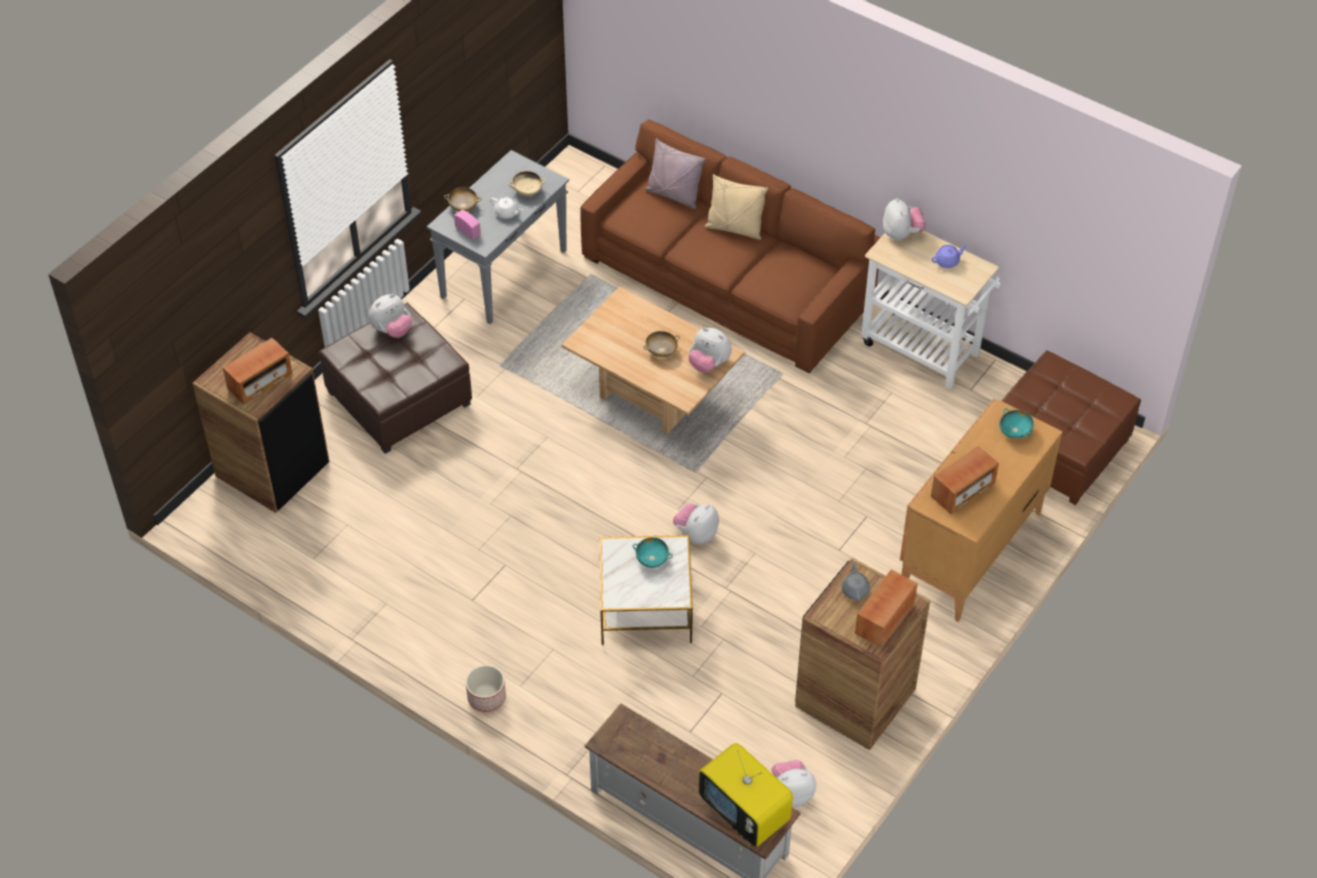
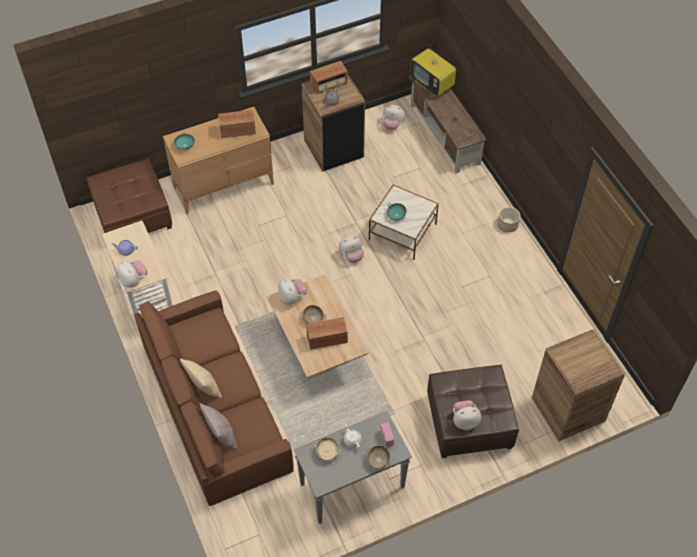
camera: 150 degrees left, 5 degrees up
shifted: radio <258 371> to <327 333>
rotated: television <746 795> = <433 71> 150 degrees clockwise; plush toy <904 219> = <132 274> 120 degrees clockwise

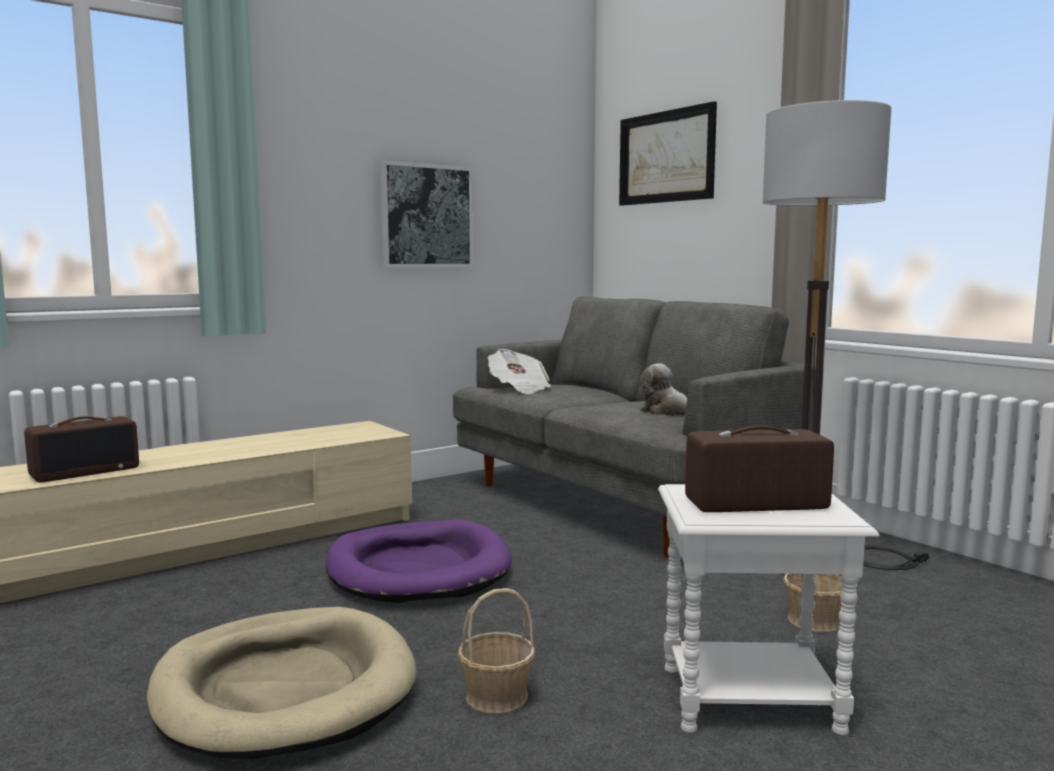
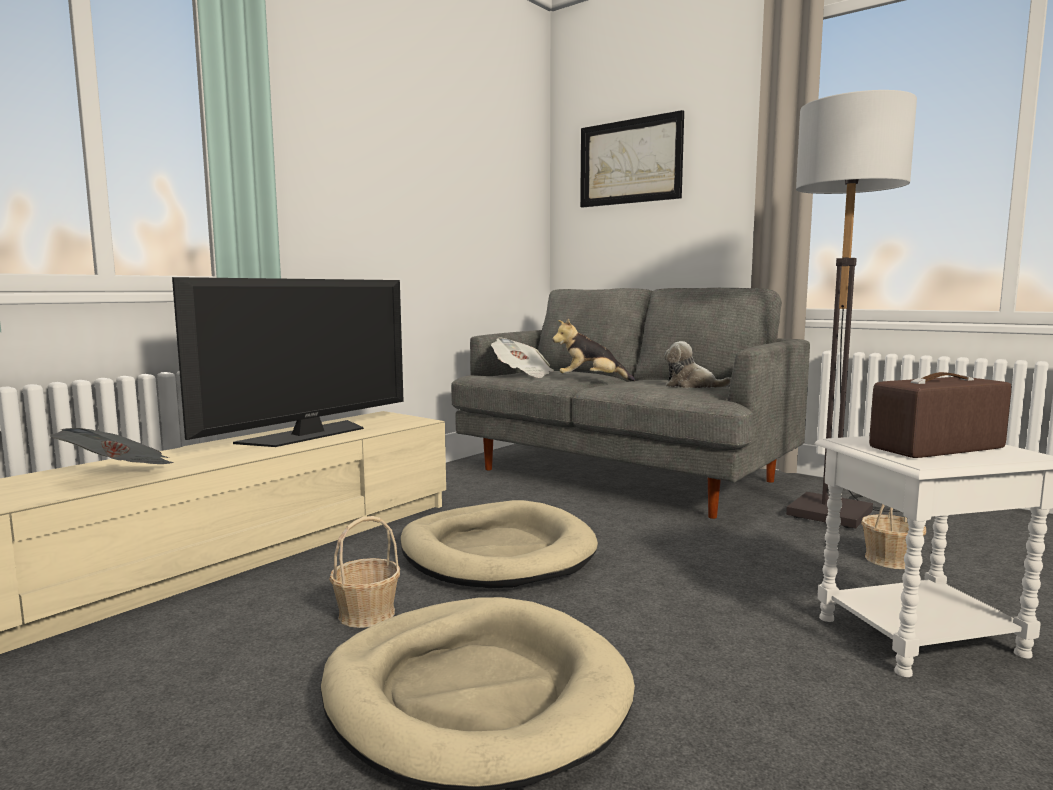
camera: 15 degrees left, 0 degrees up
gone: picture <426 213>
new: television <288 362>; plush toy <593 350>
shifted: basket <496 651> to <364 572>
swapped: radio <81 449> to newspaper <112 446>
repainted: dog bed (purple) <418 561> to dog bed (beige) <499 544>

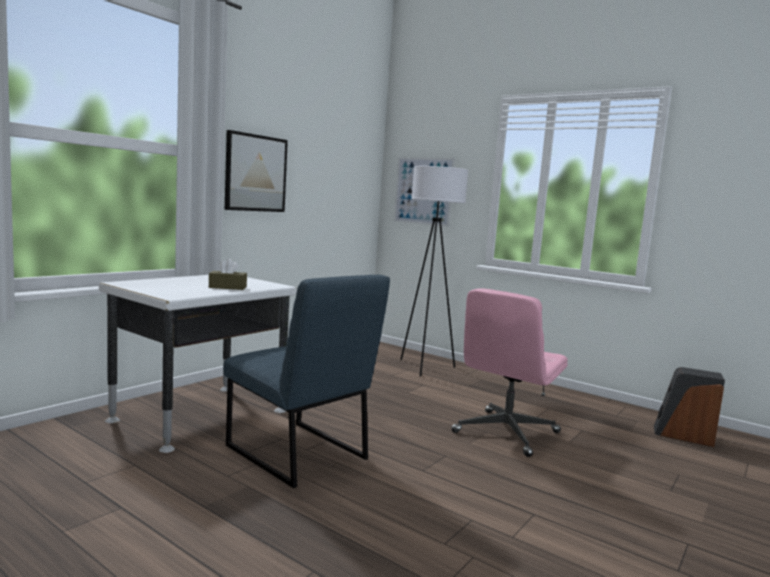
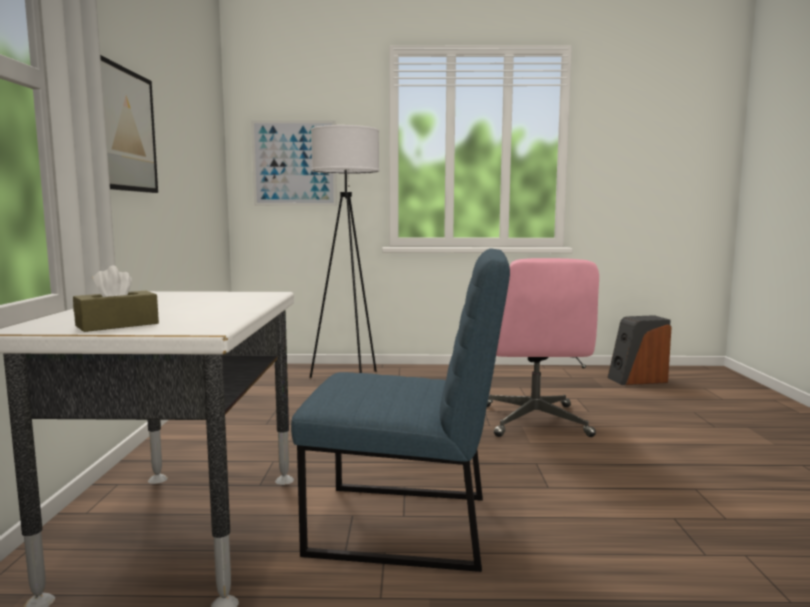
camera: 35 degrees left, 0 degrees up
shifted: tissue box (brown) <228 274> to <116 298>

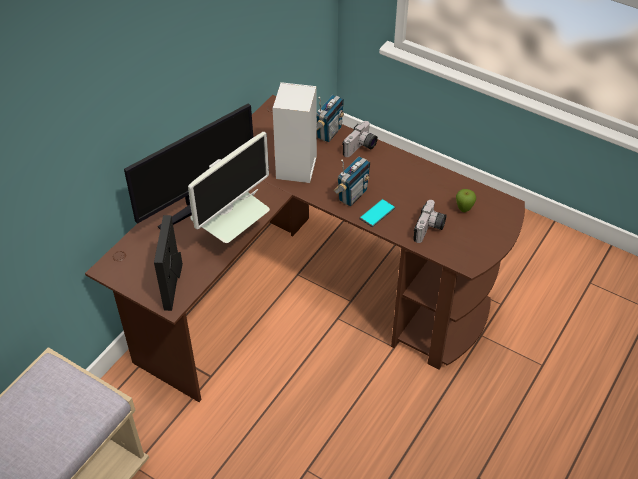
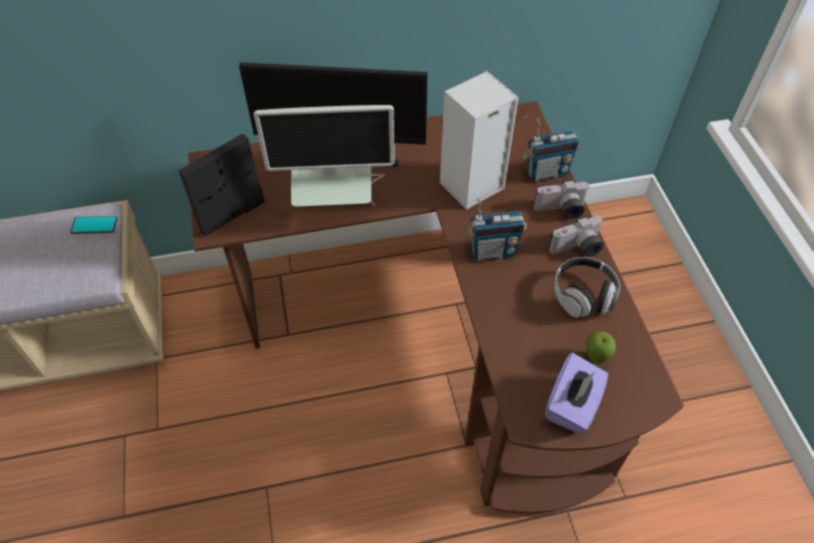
camera: 45 degrees right, 5 degrees up
new: tissue box (purple) <576 393>; headphones <587 287>
shifted: phone <377 213> to <93 225>; photo camera <429 221> to <575 236>

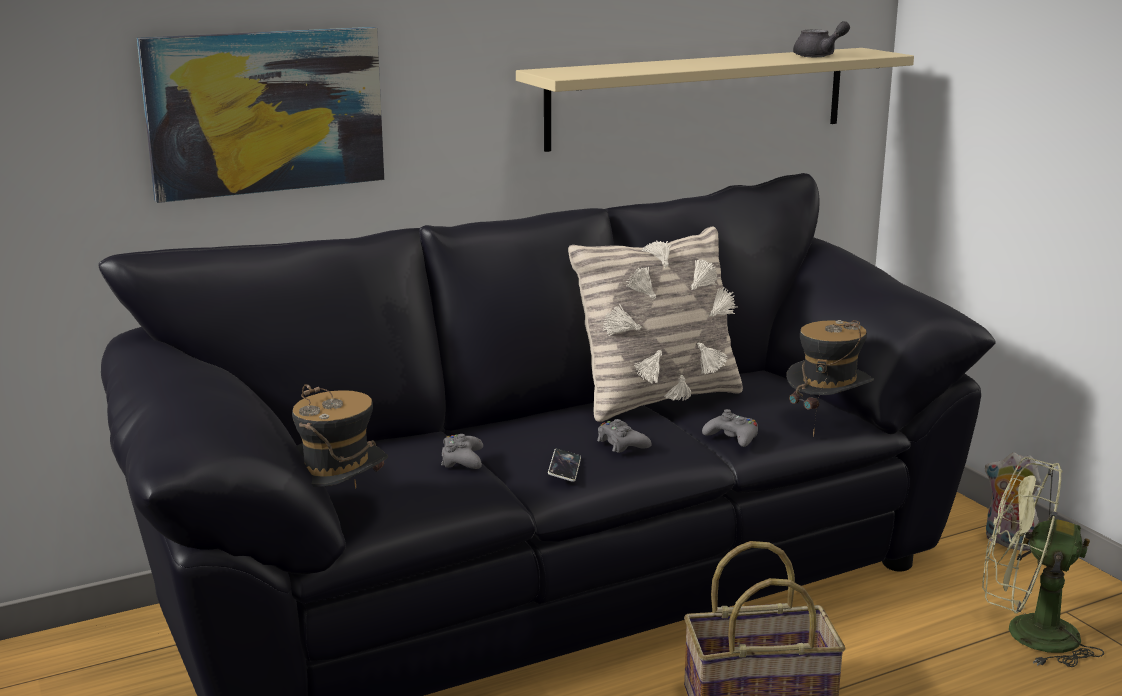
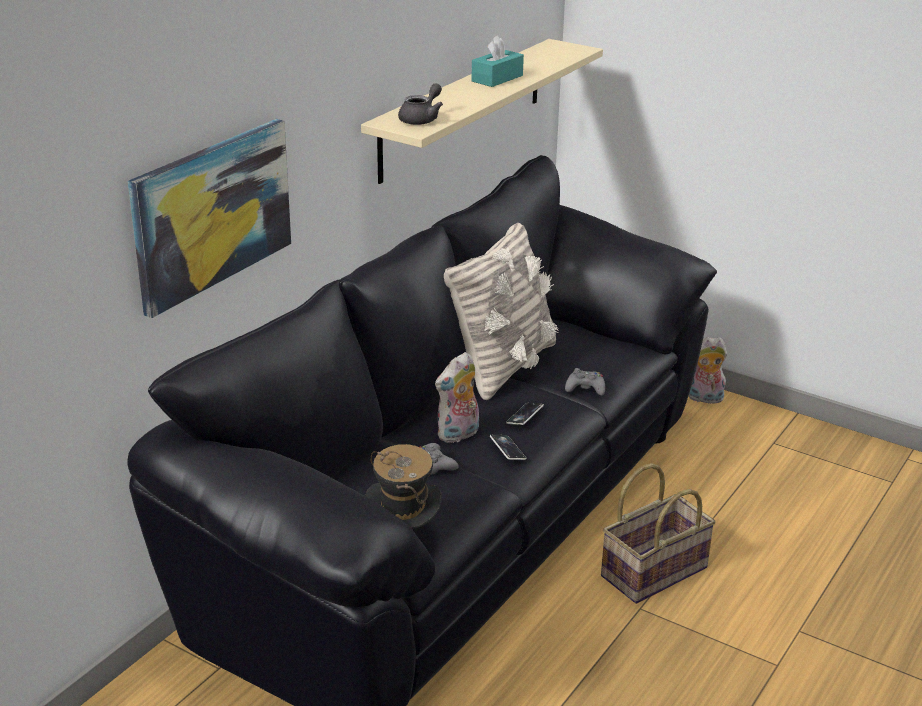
camera: 30 degrees left, 10 degrees up
gone: hat <830 378>; fan (green) <1043 562>
new: plush toy <457 397>; tissue box (turquoise) <497 61>
shifted: teapot (grey) <821 39> to <420 104>
swapped: game controller (grey) <624 436> to phone <525 414>

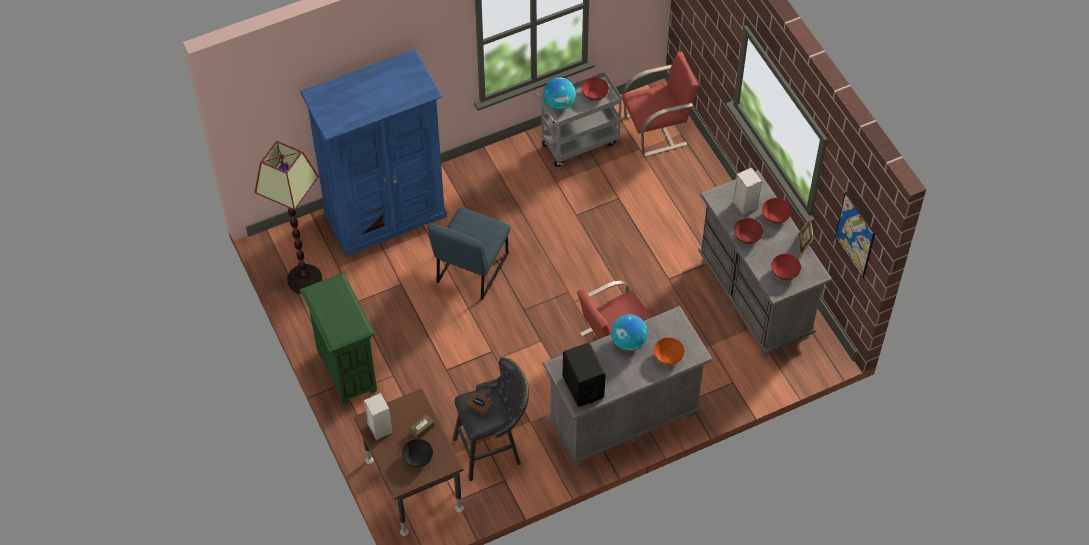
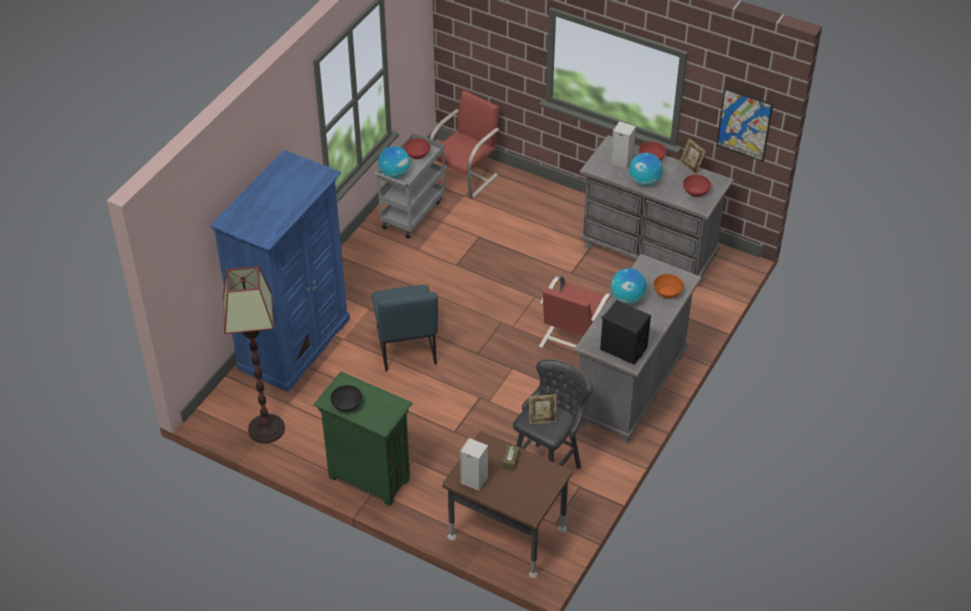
camera: 35 degrees left, 10 degrees down
shifted: bowl (black) <417 453> to <346 398>
swapped: tissue box (brown) <479 403> to picture frame <542 409>; bowl (red) <748 231> to globe <646 169>

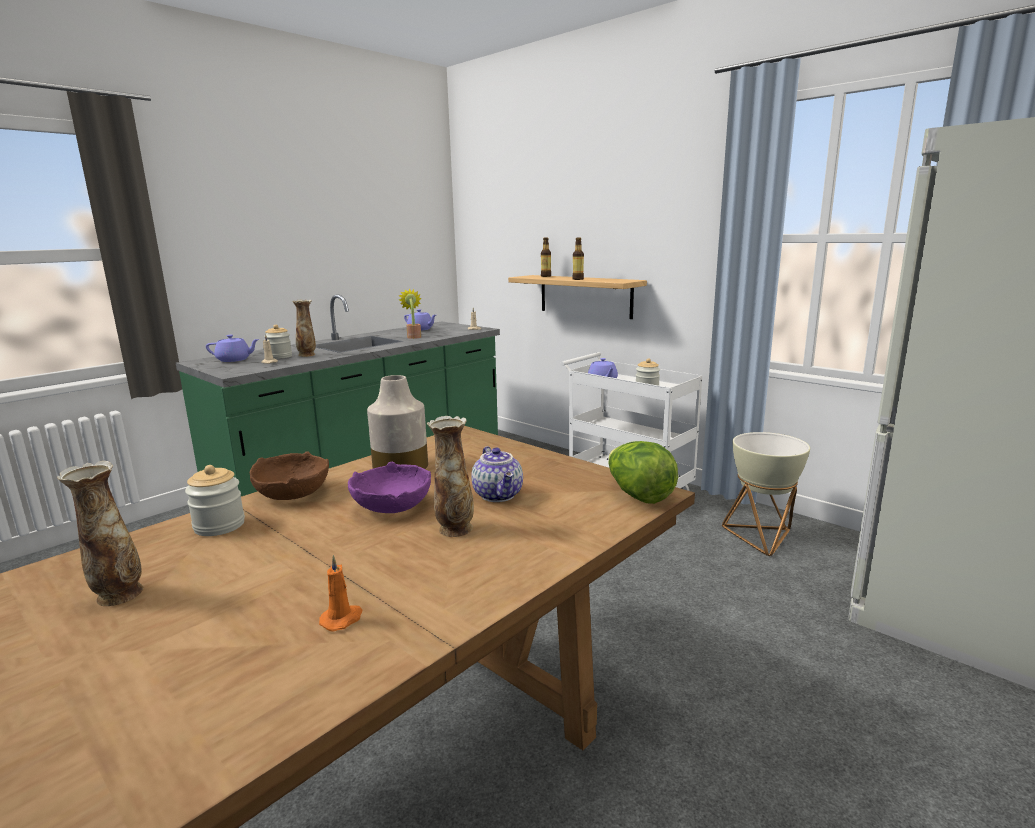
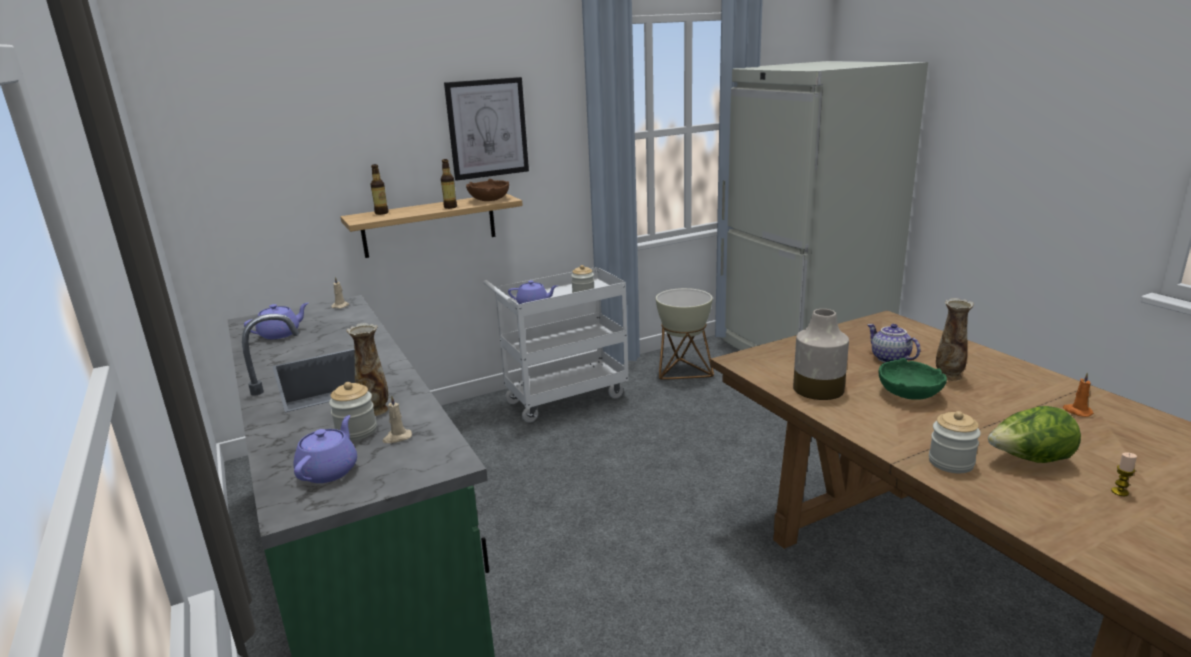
camera: 70 degrees left, 5 degrees up
gone: vase <100 533>; potted plant <410 313>
new: picture <486 129>; candle <1124 474>
shifted: bowl (brown) <289 475> to <487 190>; lettuce <643 472> to <1034 434>
repainted: bowl (purple) <389 487> to bowl (green) <912 379>
rotated: teapot <497 474> = <893 343> 120 degrees counterclockwise

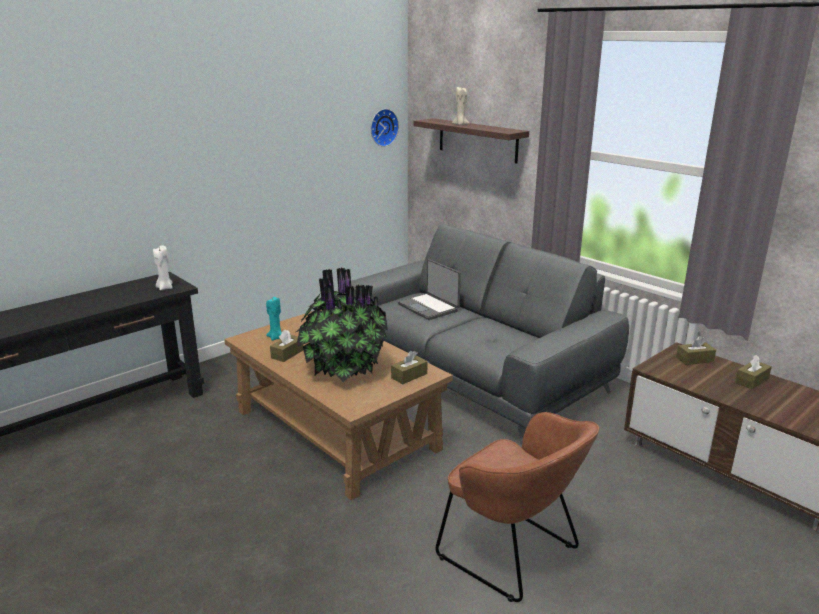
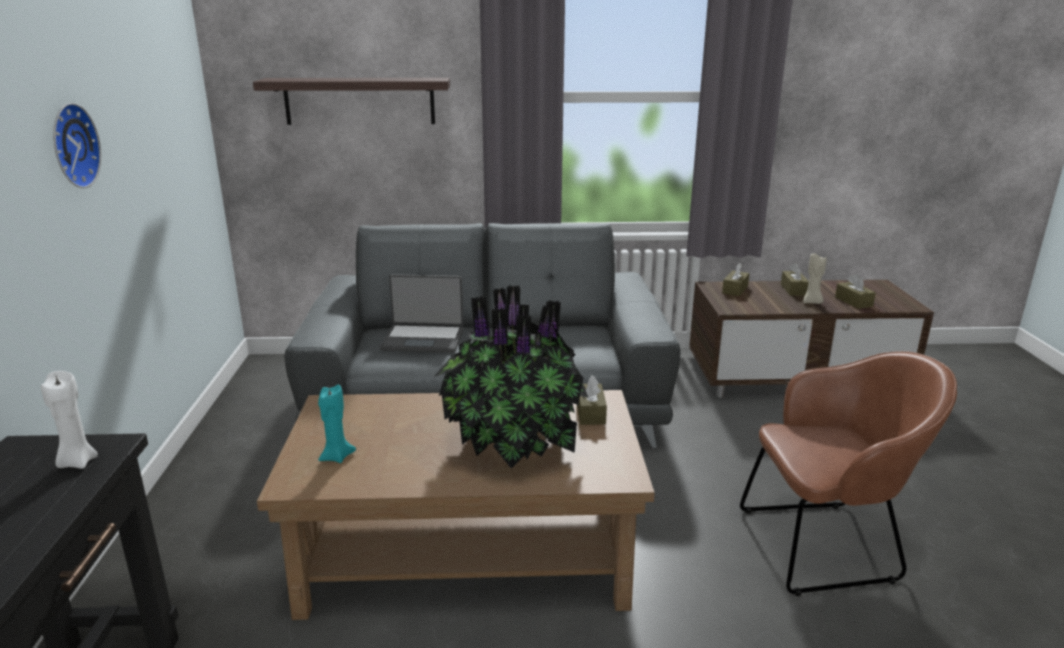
camera: 50 degrees left, 0 degrees up
shifted: tissue box (brown) <286 346> to <855 291>; wall clock <385 128> to <77 145>; candle (beige) <461 106> to <815 278>

